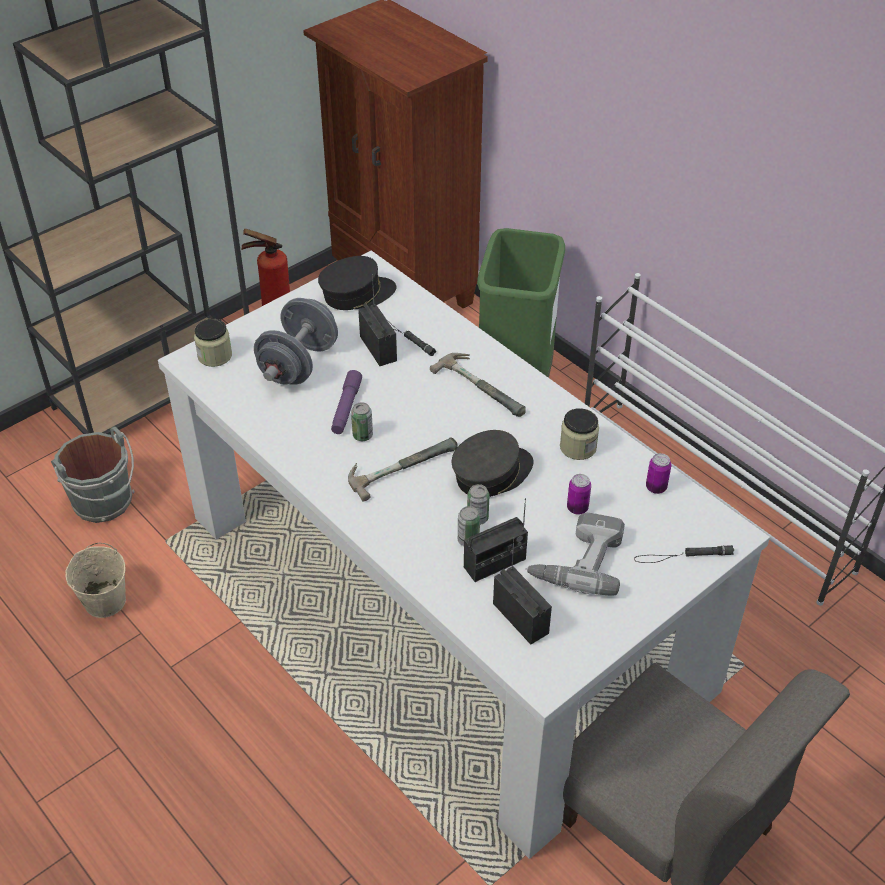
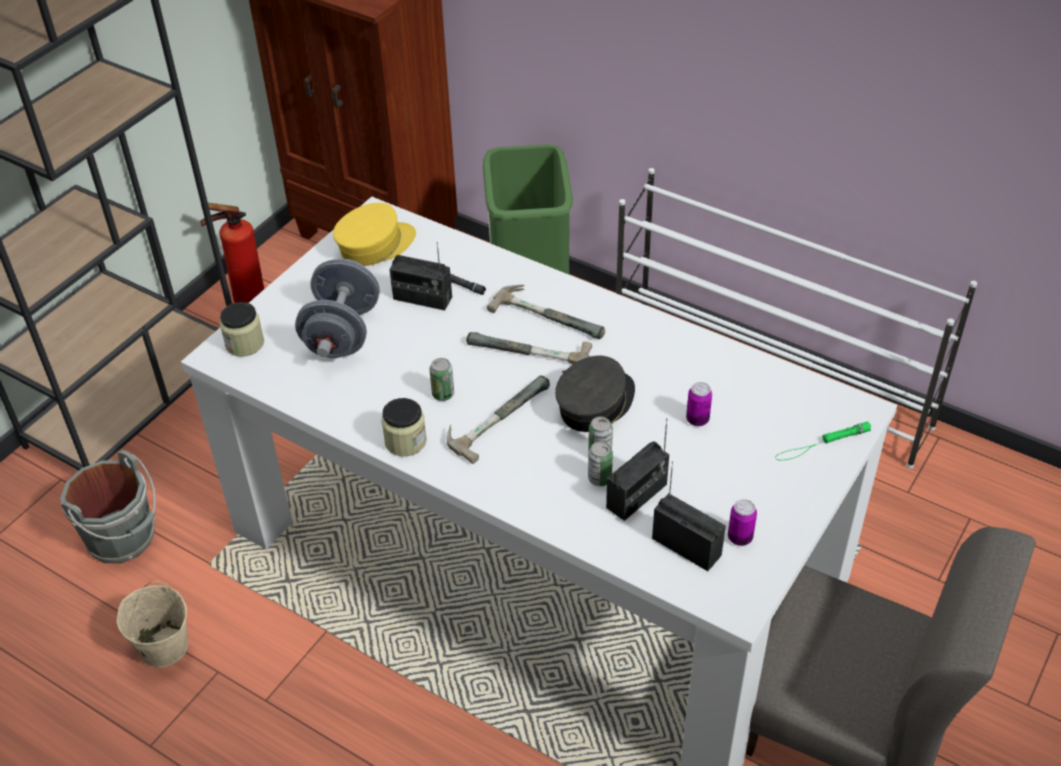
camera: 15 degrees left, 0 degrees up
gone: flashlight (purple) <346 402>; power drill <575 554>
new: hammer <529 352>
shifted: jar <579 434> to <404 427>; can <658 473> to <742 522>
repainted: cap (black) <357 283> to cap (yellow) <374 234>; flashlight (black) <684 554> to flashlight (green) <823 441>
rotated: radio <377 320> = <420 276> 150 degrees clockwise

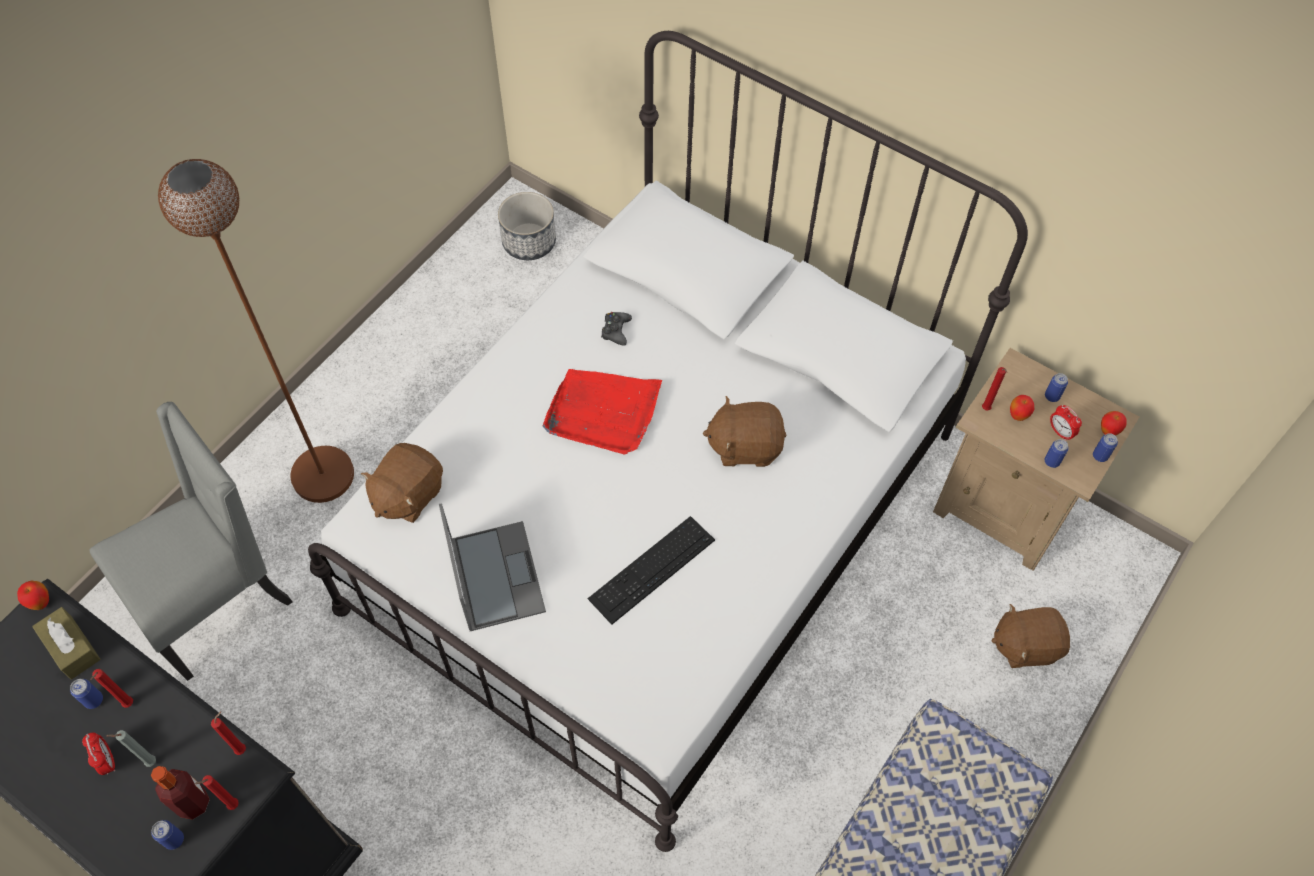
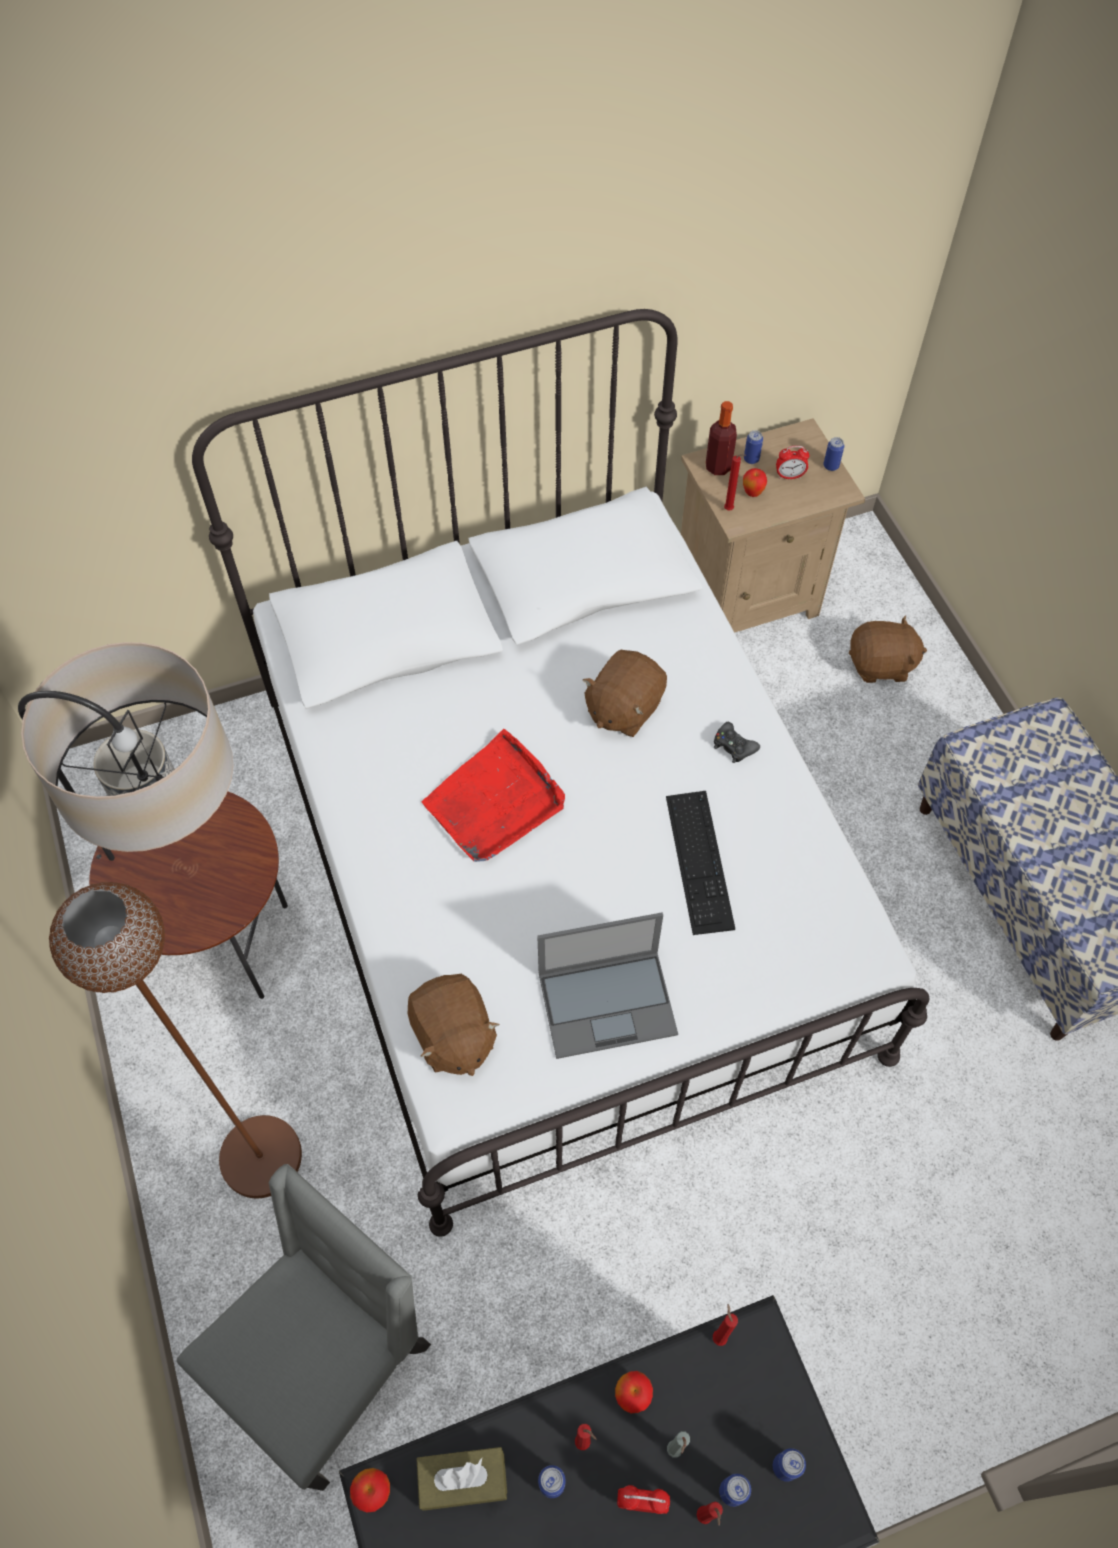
camera: 55 degrees left, 0 degrees up
new: floor lamp <153 820>
shifted: bottle <180 793> to <721 438>; candle (red) <217 792> to <710 1514>; game controller (black) <616 328> to <737 742>; can <1056 453> to <735 1490>; apple <1114 423> to <634 1392>
rotated: chair (grey) <191 541> = <304 1327> 45 degrees clockwise; laptop <492 567> = <607 986> 150 degrees clockwise; plush toy (brown) <1030 636> = <888 649> 120 degrees counterclockwise

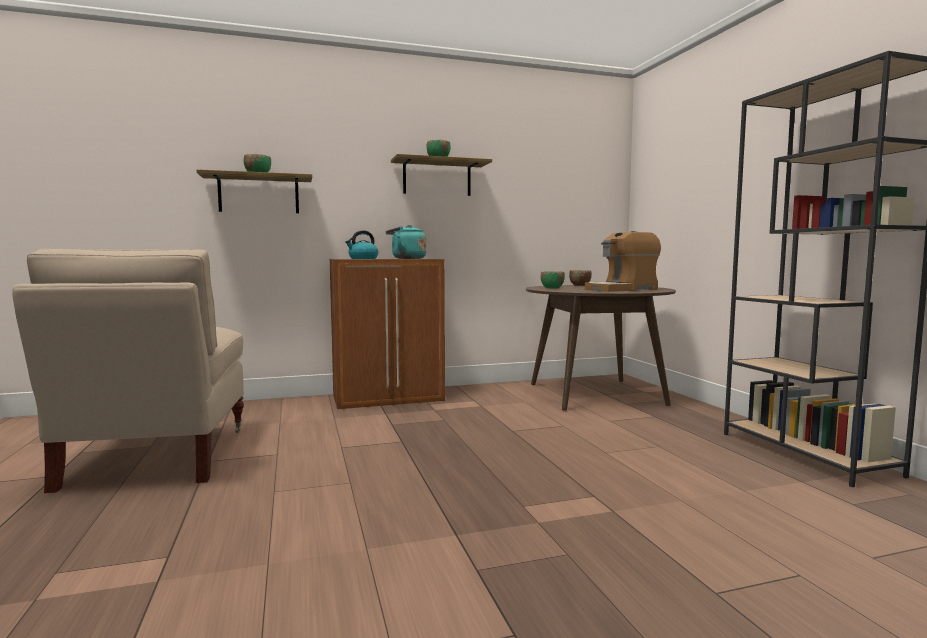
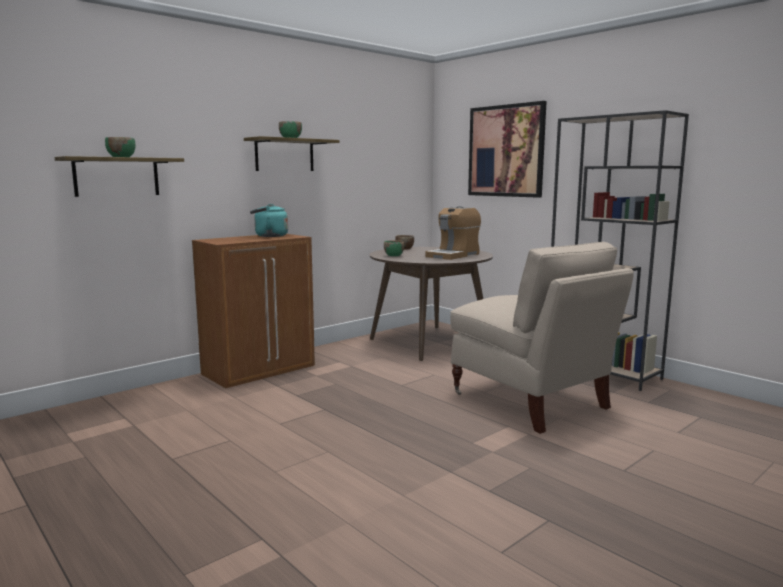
camera: 25 degrees left, 5 degrees up
gone: kettle <361 244>
new: picture <507 149>
shifted: chair (beige) <128 371> to <542 338>

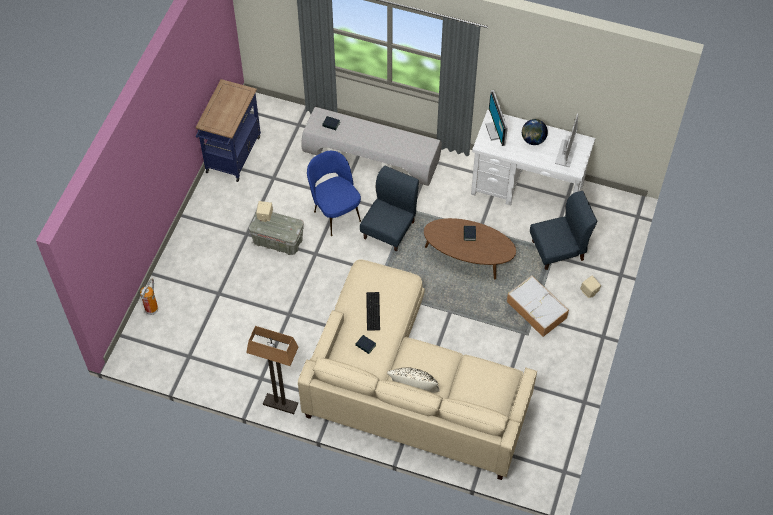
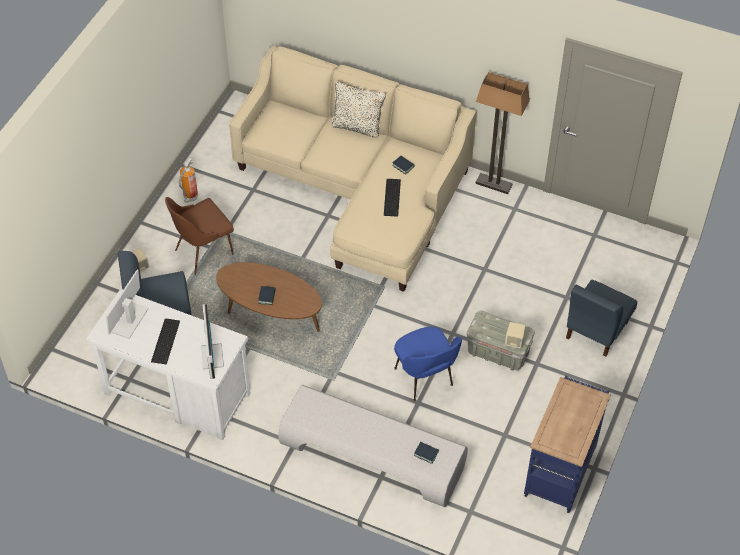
camera: 175 degrees left, 5 degrees down
shifted: fire extinguisher <149 297> to <188 180>; chair (blue) <389 209> to <601 318>
swapped: storage box <538 306> to chair (brown) <199 236>; globe <535 132> to keyboard <165 342>

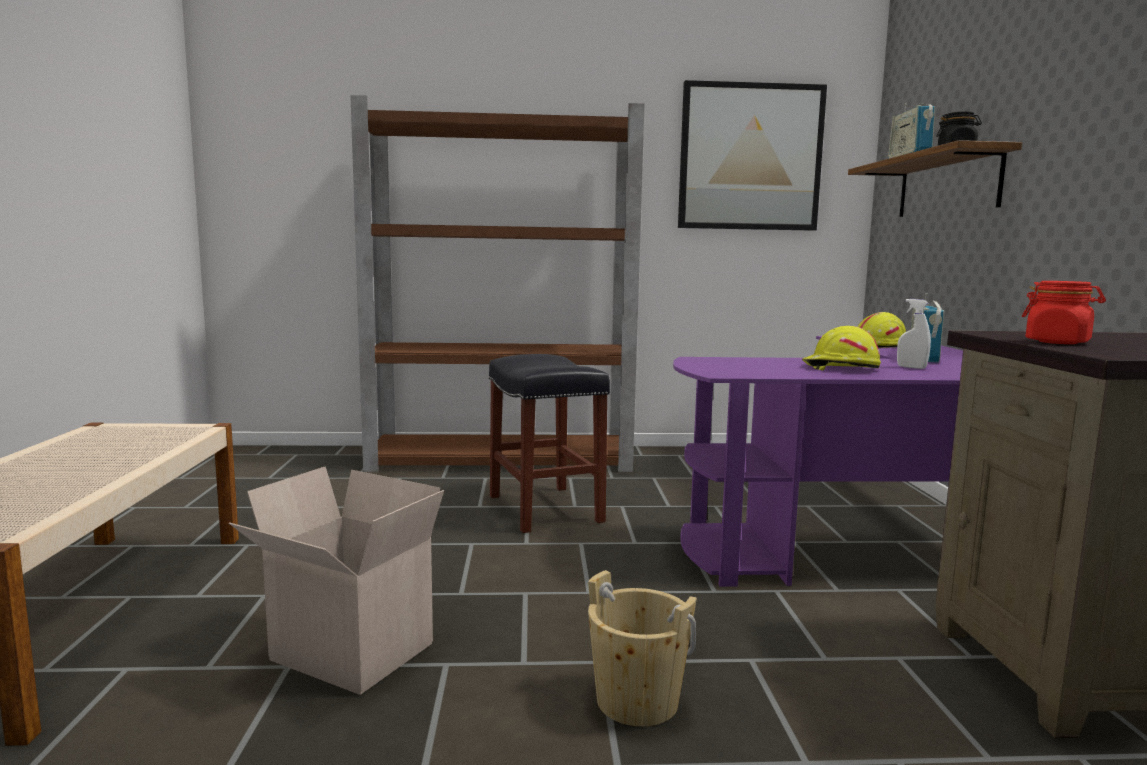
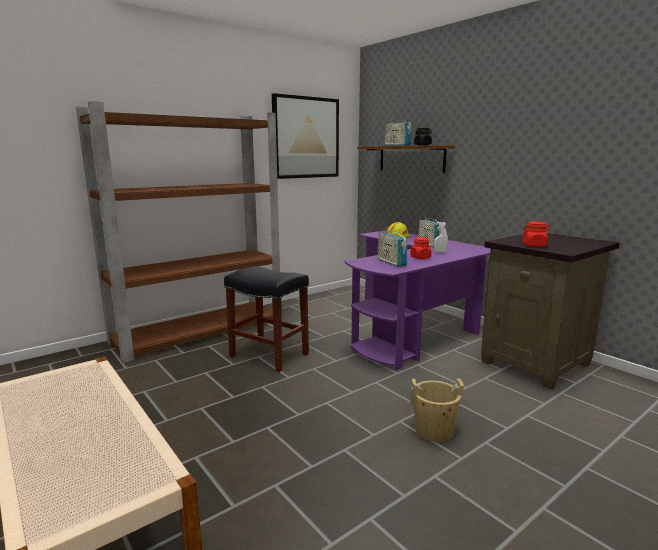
camera: 35 degrees left, 5 degrees up
gone: cardboard box <336 580>
new: radio <392 247>
swapped: hard hat (yellow) <841 348> to jar (red) <420 248>

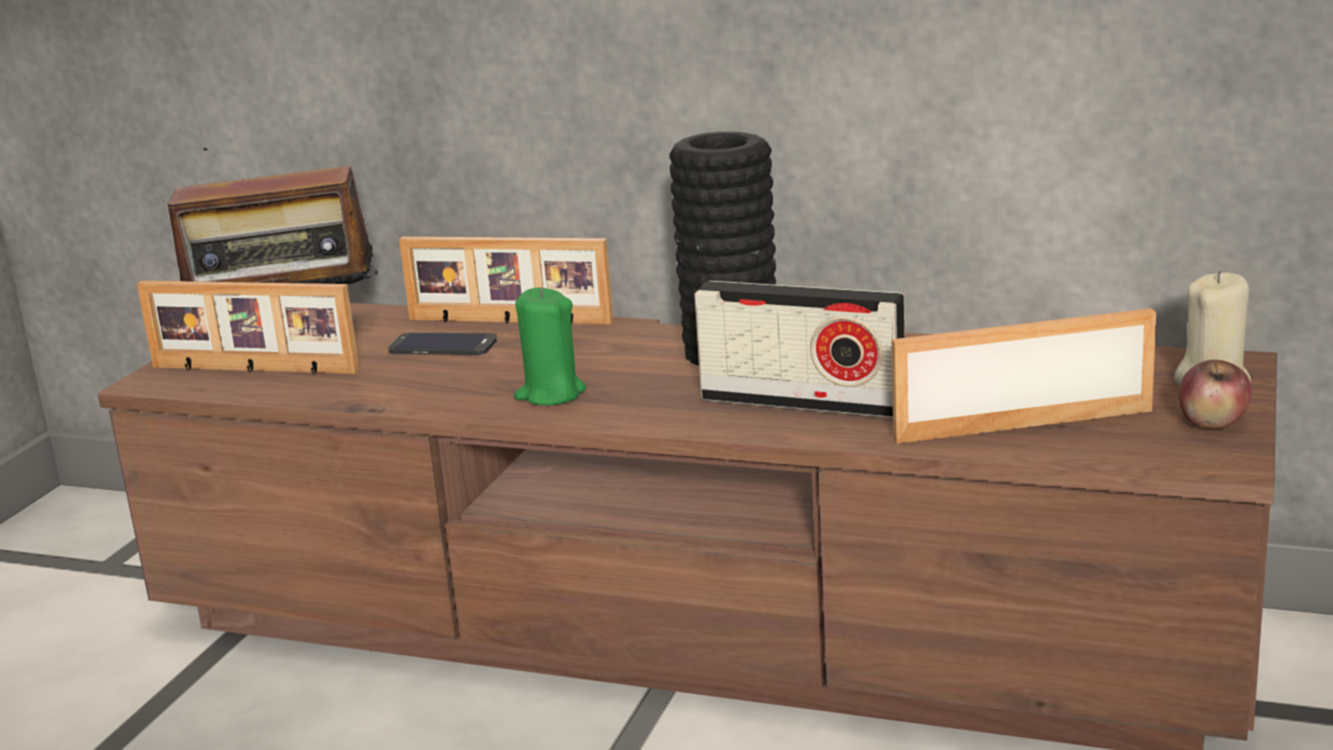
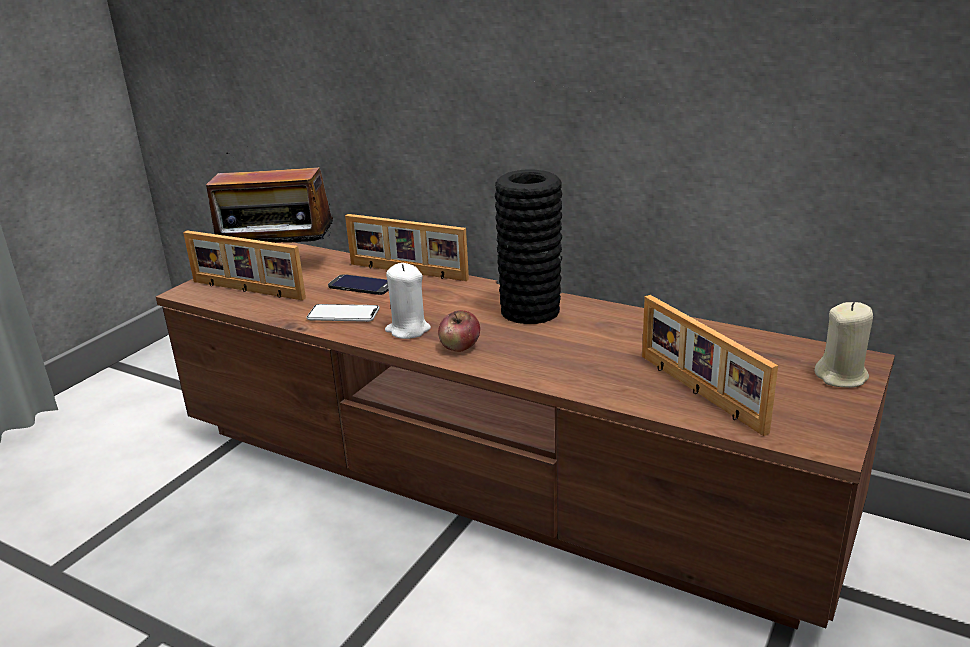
camera: 10 degrees right, 5 degrees up
gone: radio <799 349>
new: phone <343 313>
shifted: apple <1215 394> to <459 331>
repainted: candle (green) <550 346> to candle (white) <408 301>
rotated: picture frame <1023 376> = <710 365> 120 degrees counterclockwise

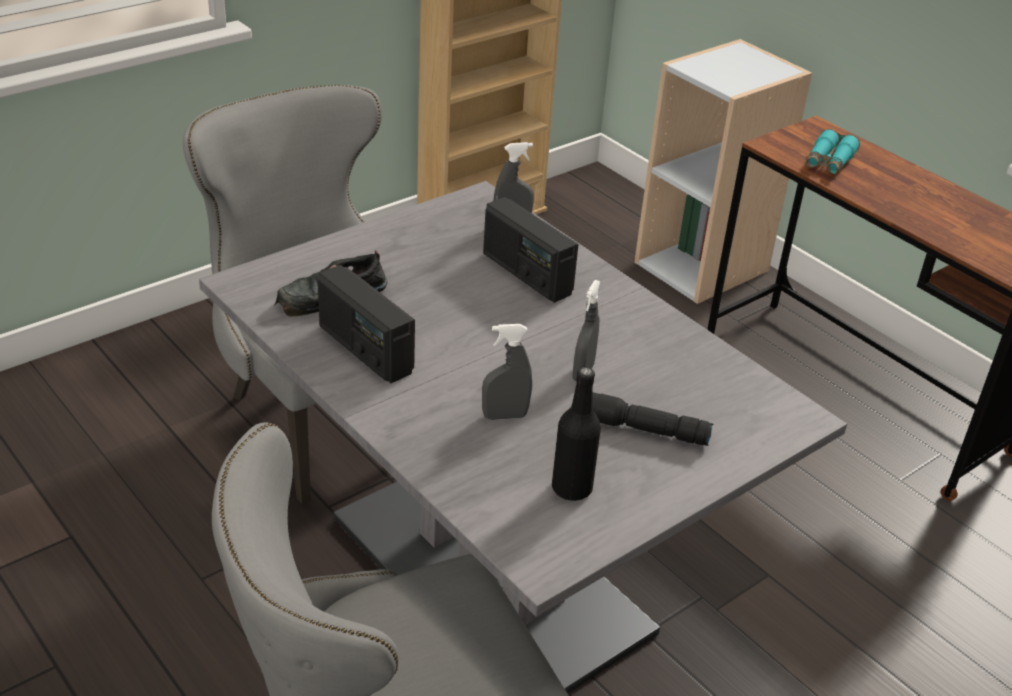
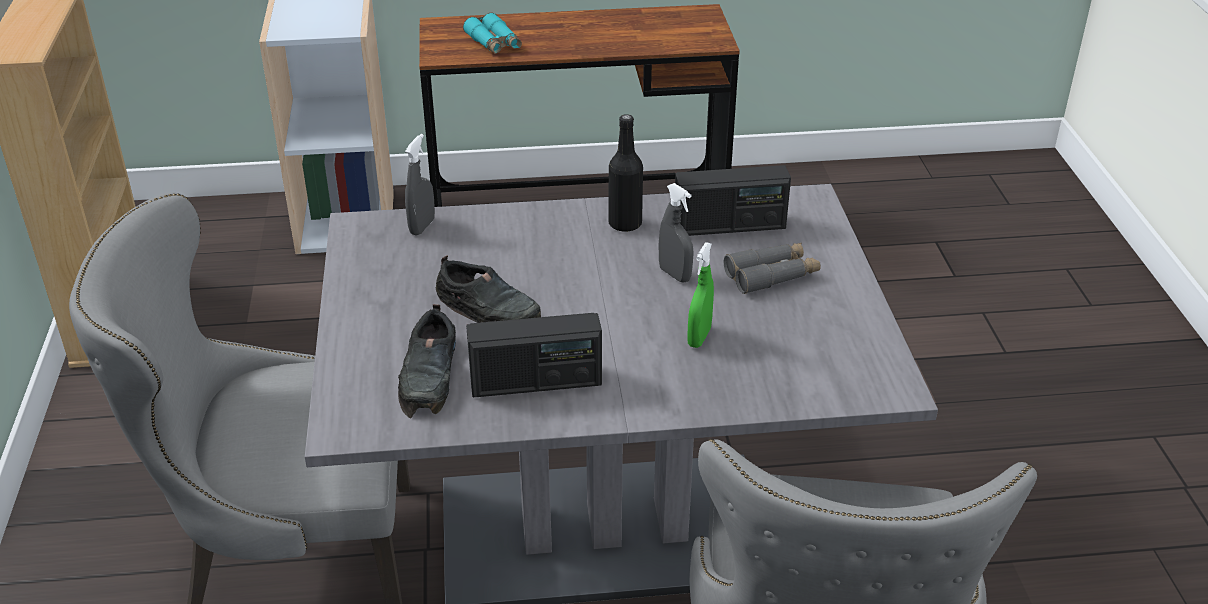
camera: 55 degrees left, 0 degrees up
new: shoe (black) <488 289>
shifted: radio <530 250> to <733 200>; bottle (black) <576 434> to <626 173>
swapped: flashlight (black) <652 419> to binoculars (grey) <772 268>
repainted: spray bottle (grey) <507 372> to spray bottle (green) <700 295>

